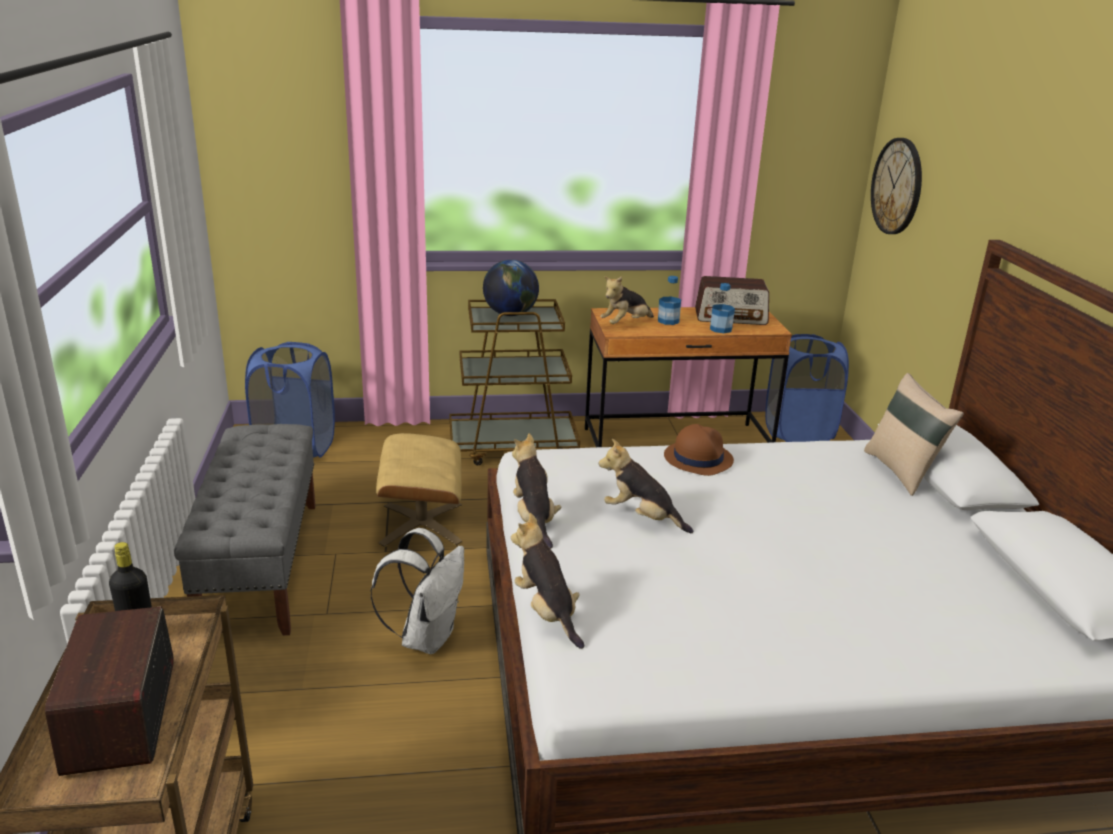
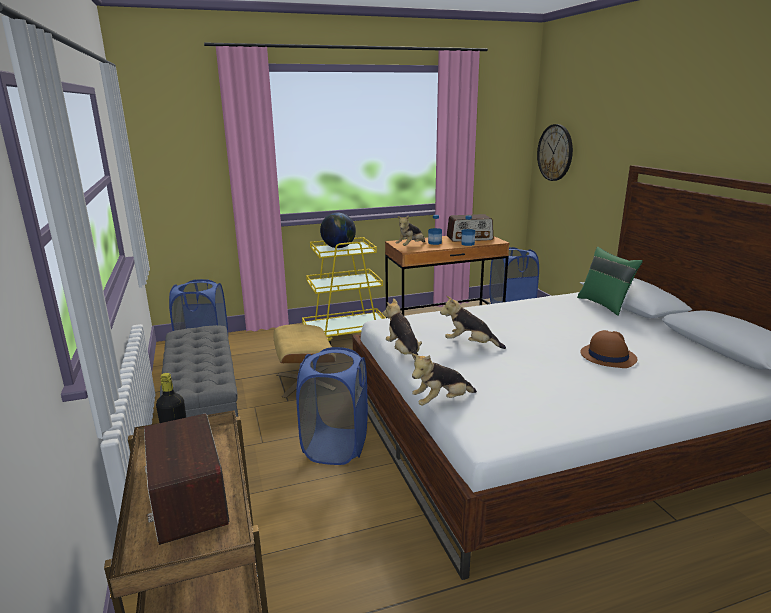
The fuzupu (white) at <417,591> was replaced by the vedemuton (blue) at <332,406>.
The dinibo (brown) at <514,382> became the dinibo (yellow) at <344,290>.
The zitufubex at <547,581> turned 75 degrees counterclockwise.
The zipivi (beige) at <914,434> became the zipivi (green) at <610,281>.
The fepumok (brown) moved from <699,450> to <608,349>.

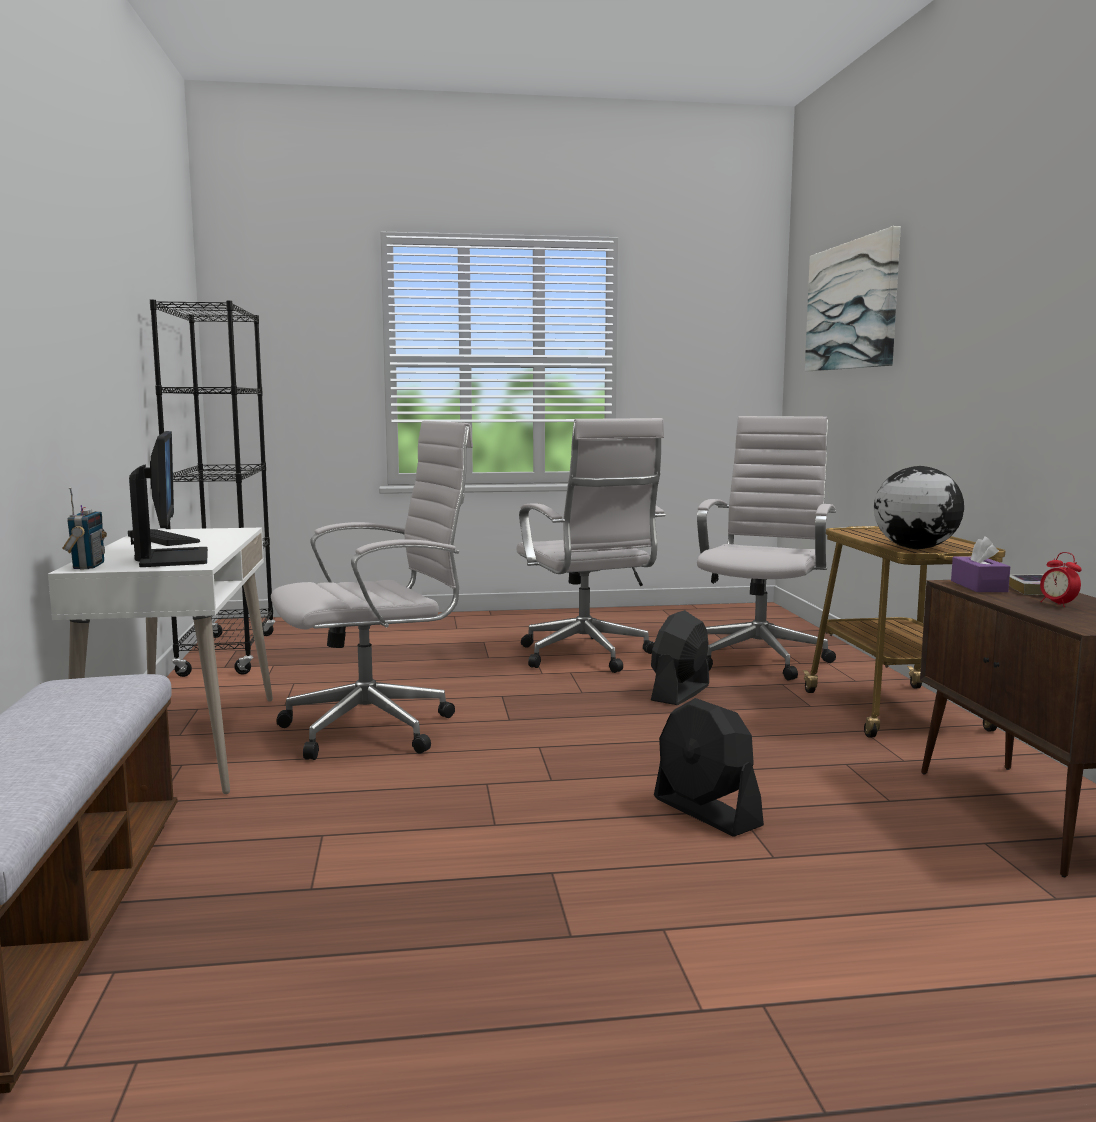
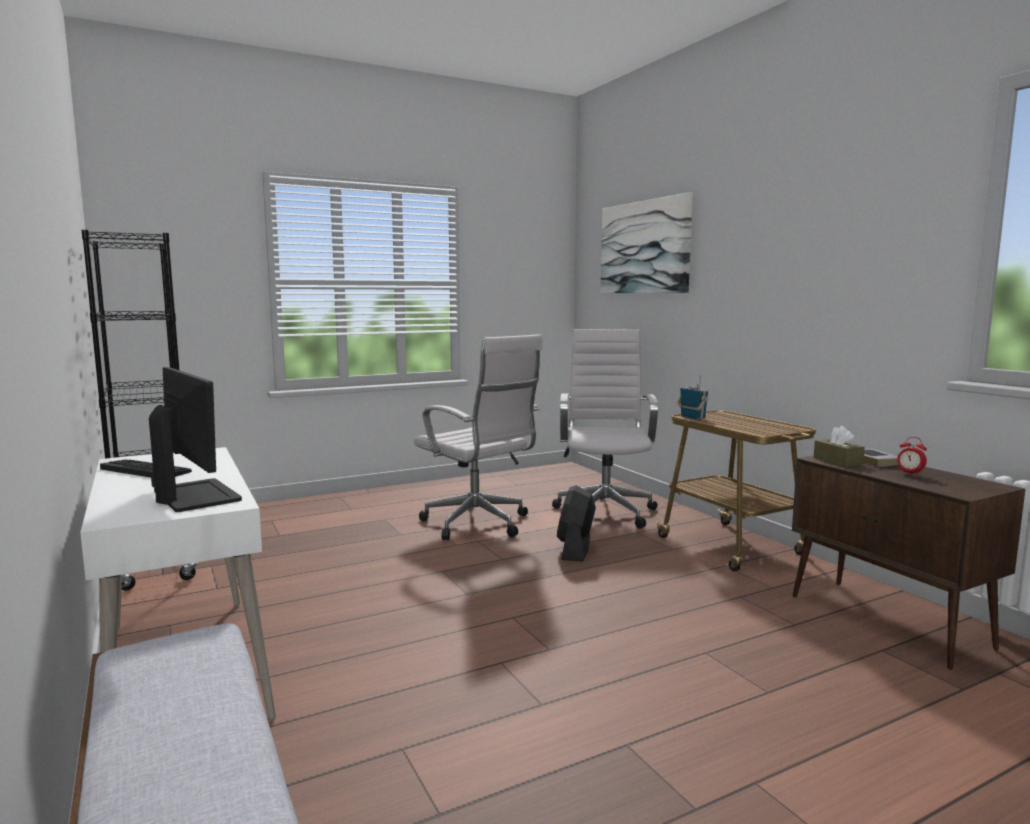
The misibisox moved from <84,528> to <692,397>.
The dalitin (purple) at <980,564> became the dalitin (brown) at <839,446>.
The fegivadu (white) at <372,590> disappeared.
The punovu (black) at <709,767> disappeared.
The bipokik at <919,507> disappeared.

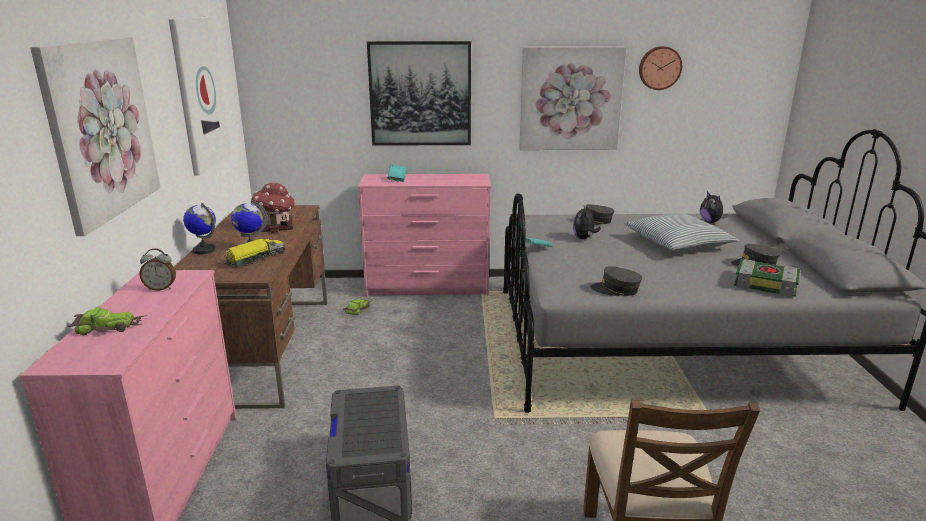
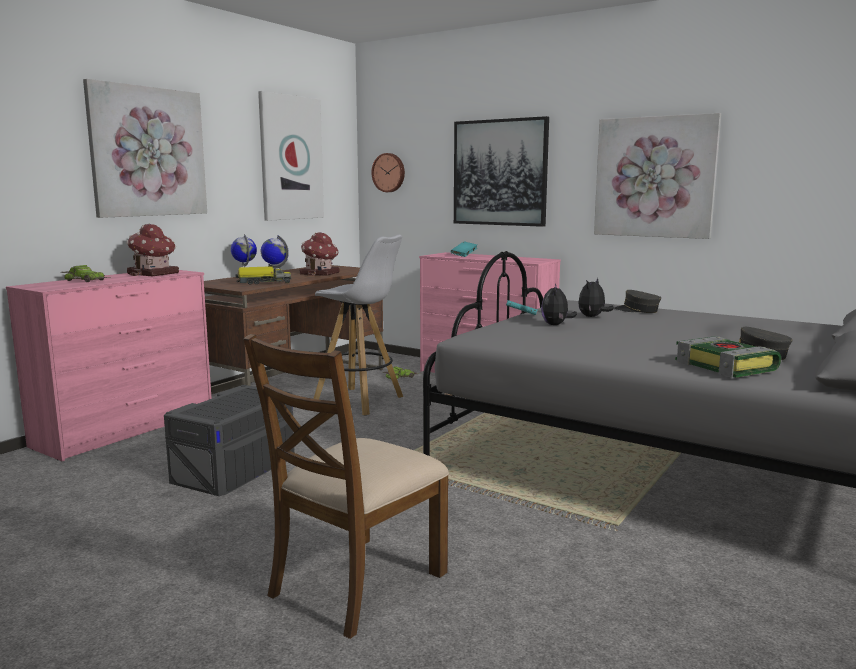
The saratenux at <158,269> was replaced by the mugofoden at <152,250>.
The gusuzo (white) at <358,325> appeared.
The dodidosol moved from <660,68> to <388,172>.
The zitufubex moved from <713,207> to <559,304>.
The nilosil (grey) at <616,281> disappeared.
The zipivi at <681,232> disappeared.

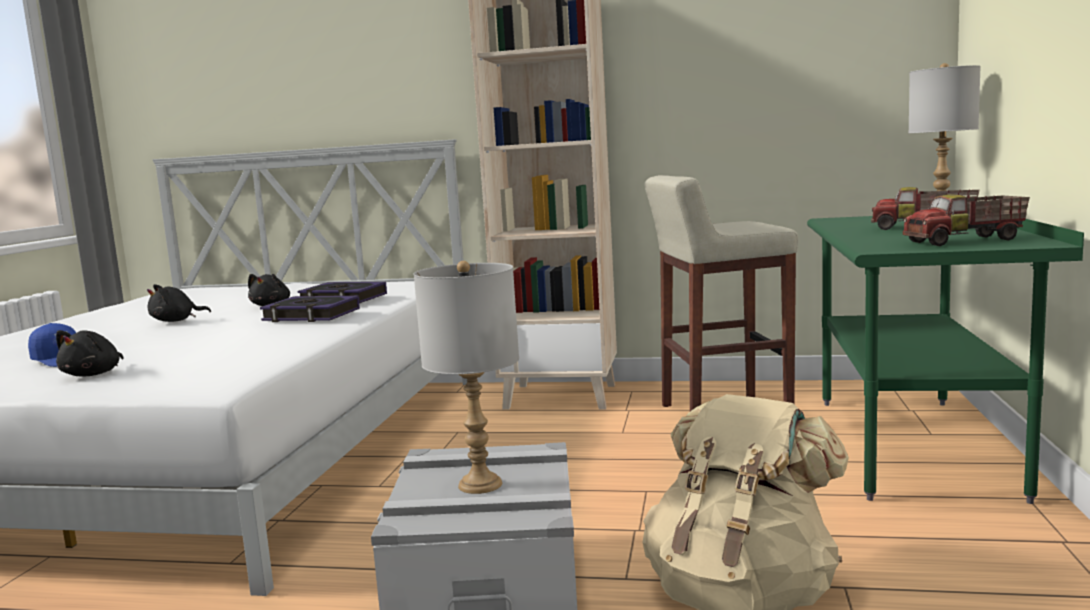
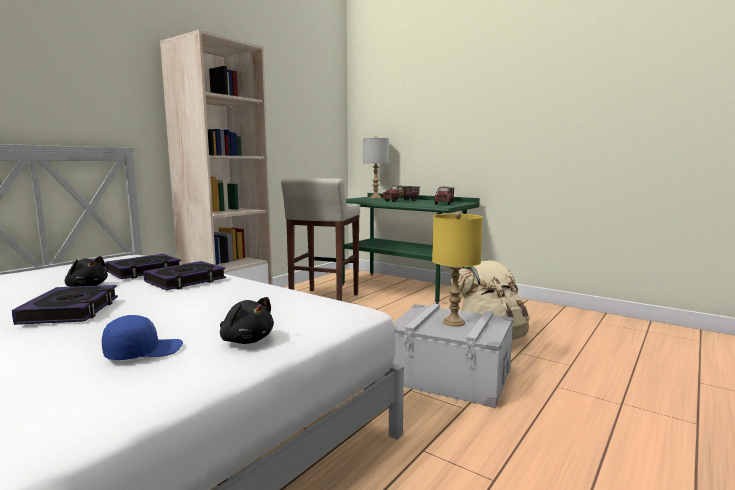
The zitufubex (black) at <179,303> was replaced by the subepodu at <65,305>.
The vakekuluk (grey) at <466,377> became the vakekuluk (yellow) at <457,269>.

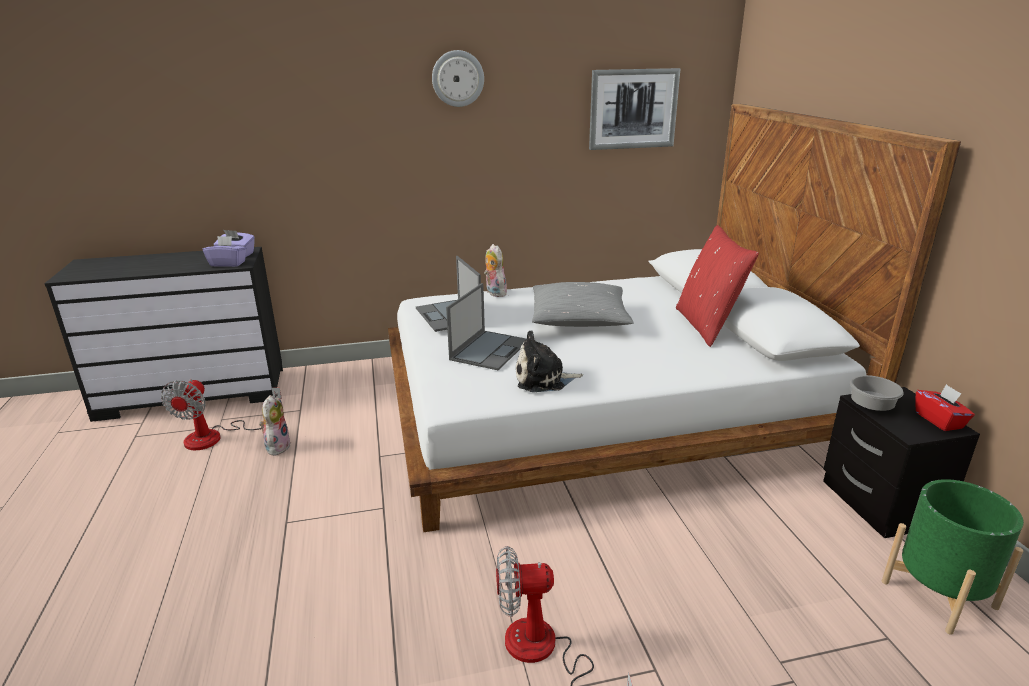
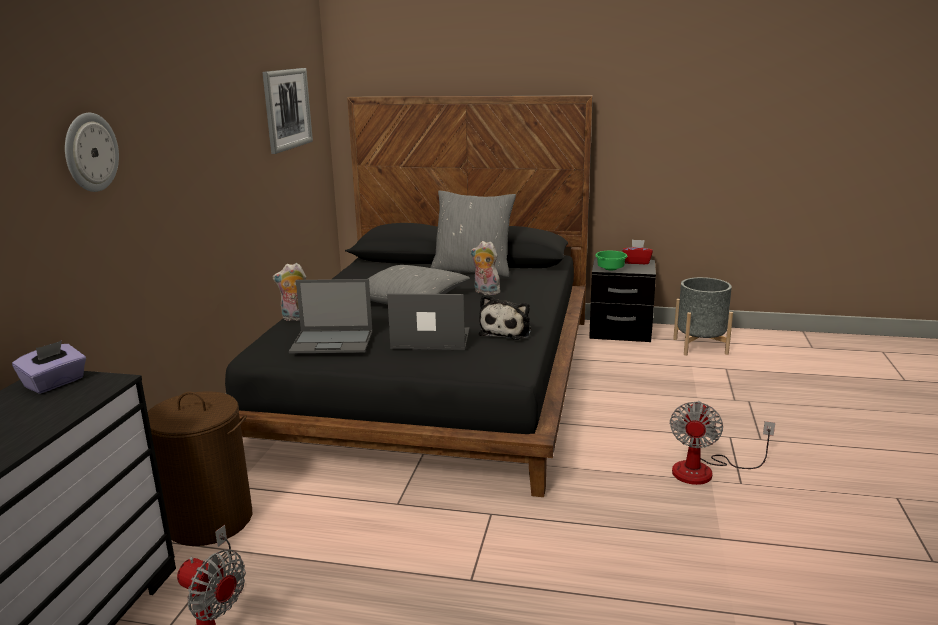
The dodidosol moved from <458,78> to <92,152>.
The vedemuton (brown) at <200,468> appeared.
The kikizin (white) at <674,318> became the kikizin (black) at <409,296>.
The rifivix at <486,326> turned 45 degrees counterclockwise.
The zipivi (red) at <717,286> became the zipivi (grey) at <473,233>.
The zitufubex moved from <275,425> to <486,268>.
The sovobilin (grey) at <876,393> became the sovobilin (green) at <611,260>.
The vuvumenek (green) at <953,557> became the vuvumenek (grey) at <703,316>.
The dalitin (purple) at <225,251> disappeared.

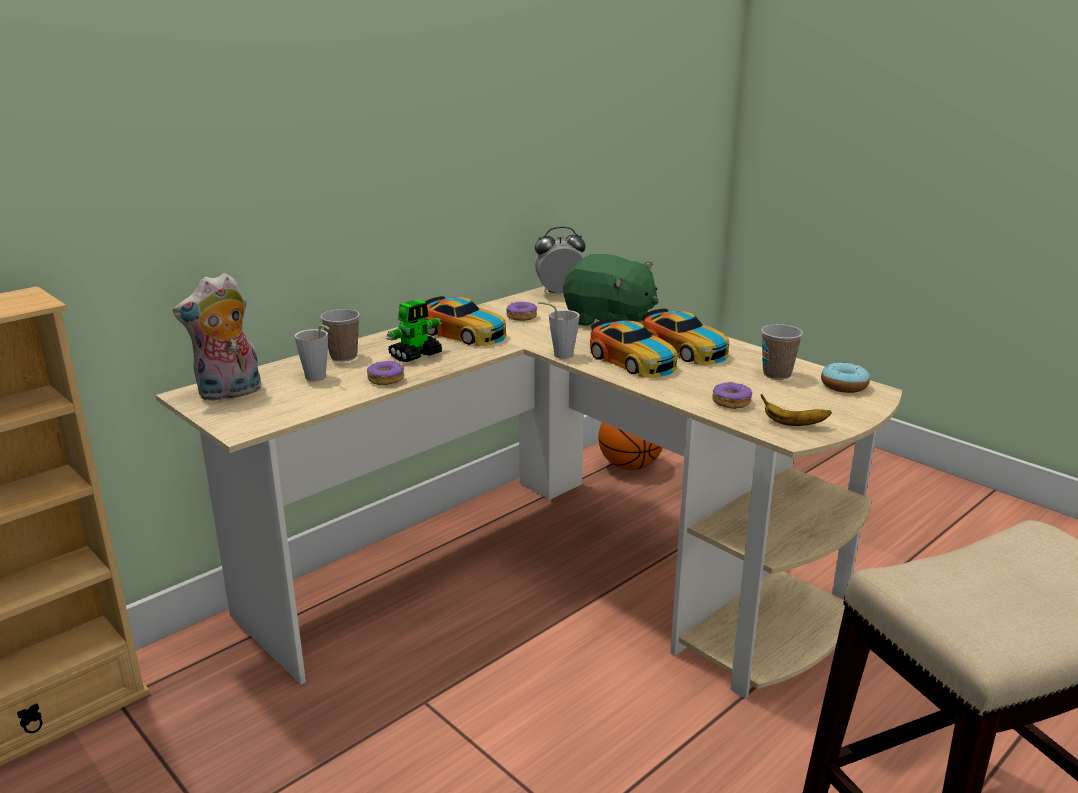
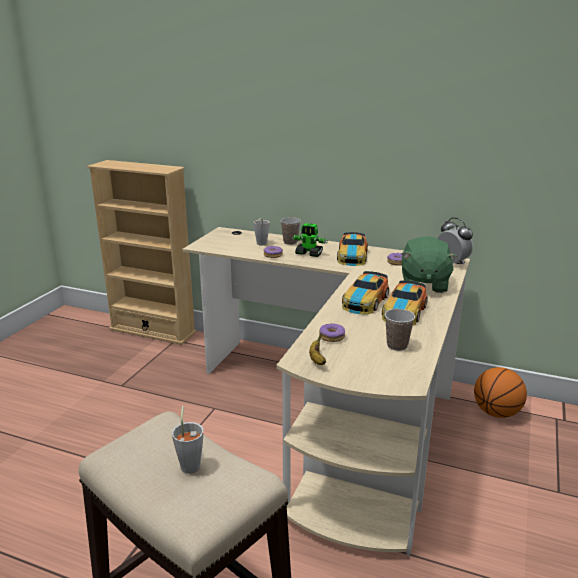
The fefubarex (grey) moved from <559,330> to <188,440>.
The zitufubex at <217,337> disappeared.
The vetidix at <845,377> disappeared.

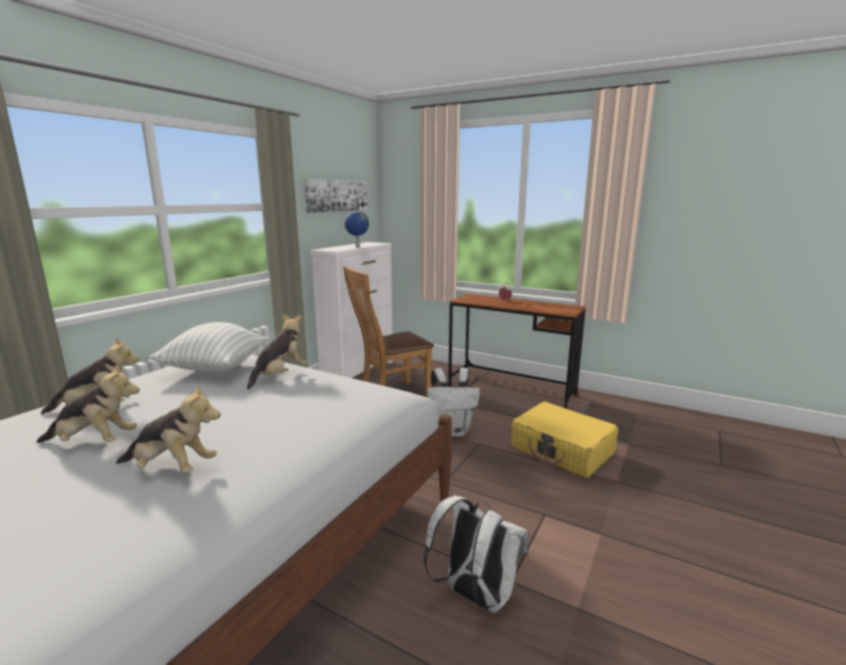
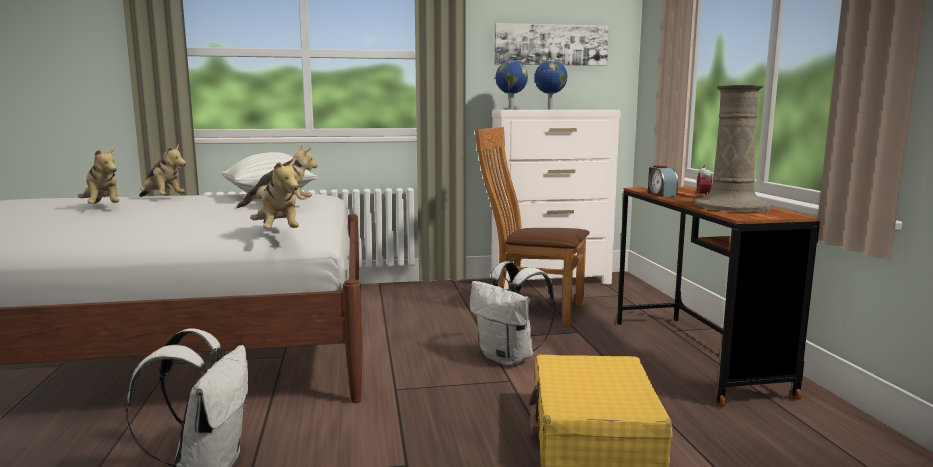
The zitufubex moved from <168,428> to <274,193>.
The bipokik at <511,85> appeared.
The saratenux at <663,181> appeared.
The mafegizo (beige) at <732,148> appeared.

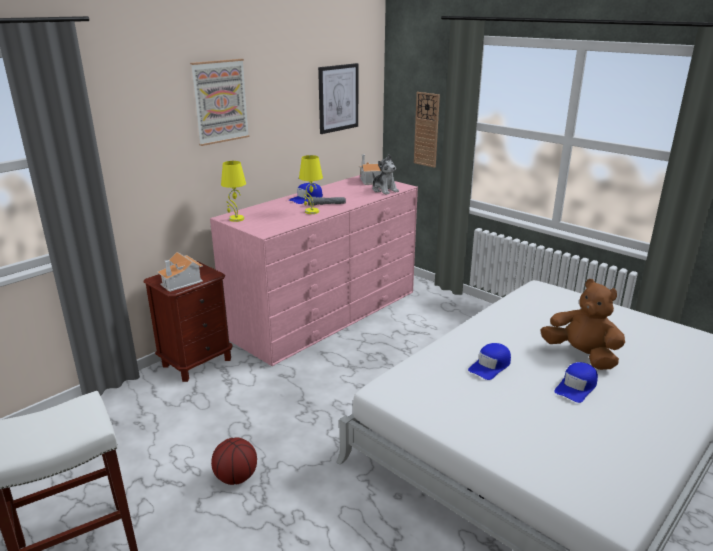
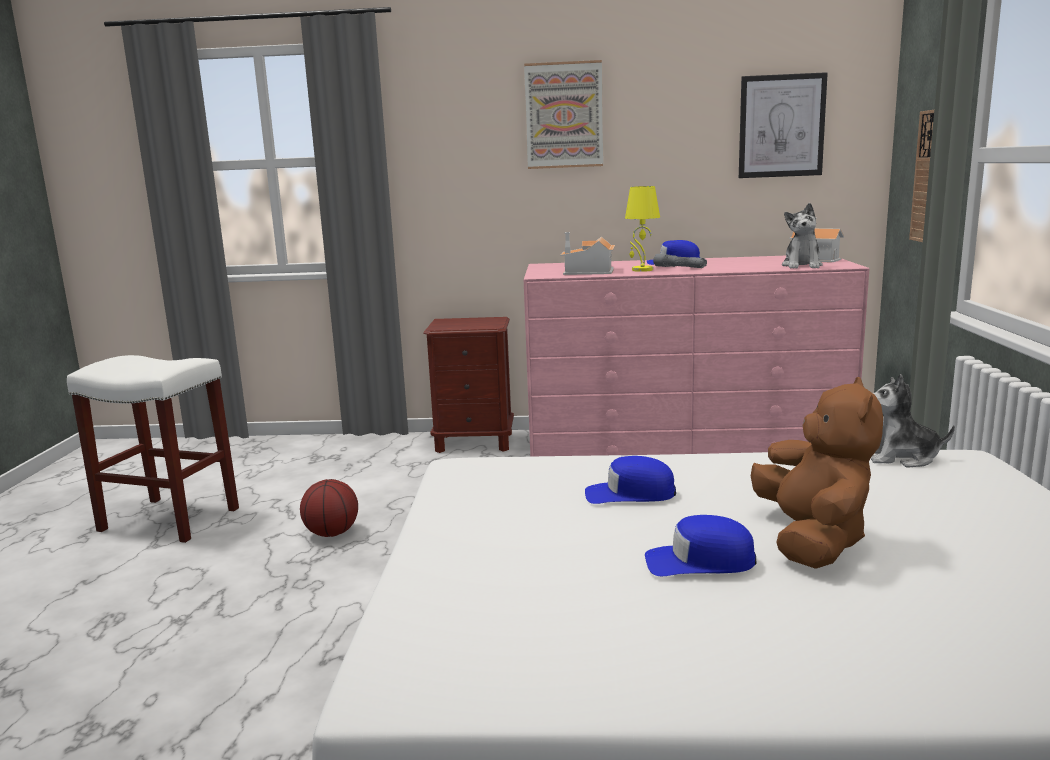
The mugofoden moved from <180,272> to <587,253>.
The zitufubex at <913,420> appeared.
The vakekuluk (yellow) at <233,191> disappeared.

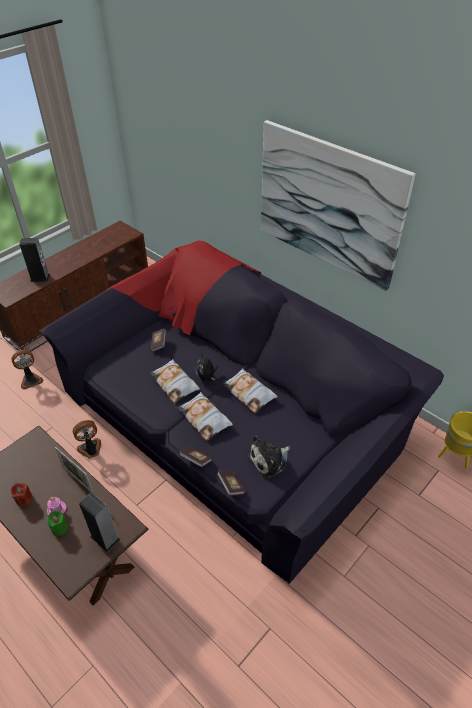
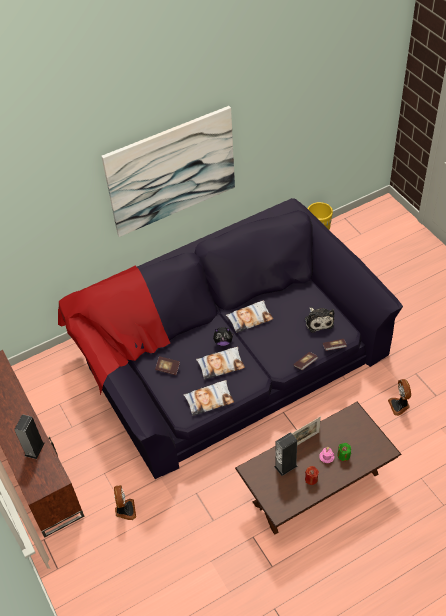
The zipivi moved from <205,416> to <208,398>.
The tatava moved from <99,522> to <286,454>.
The punovu moved from <86,439> to <399,397>.

